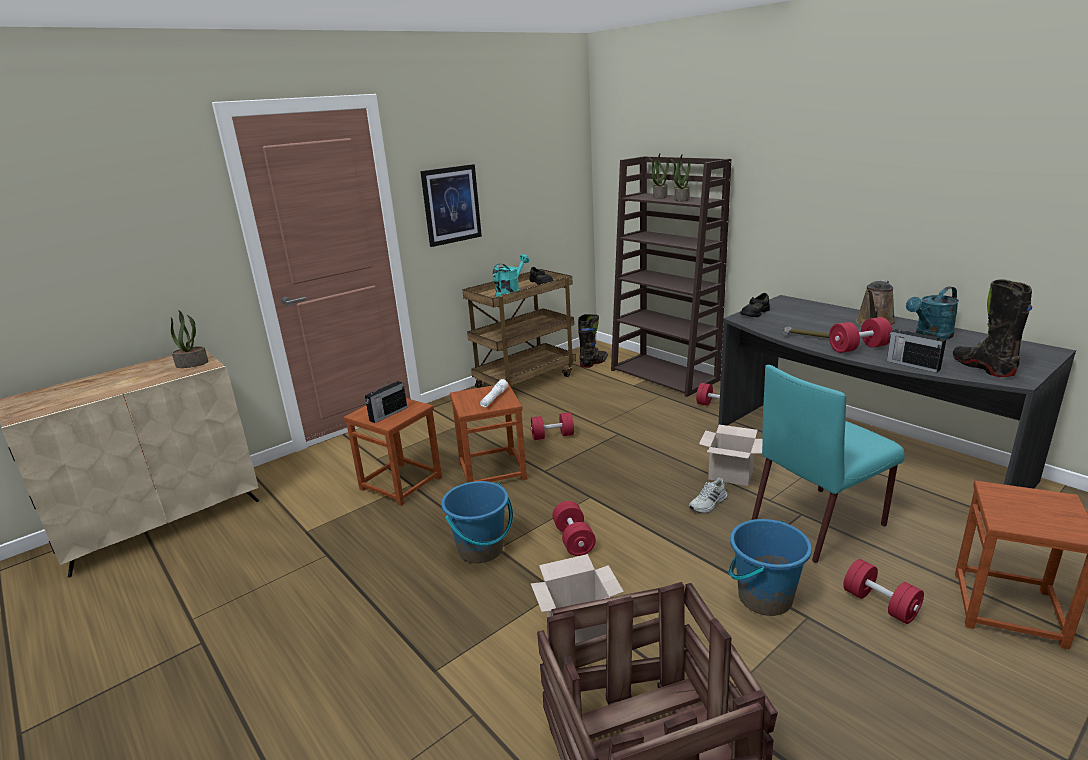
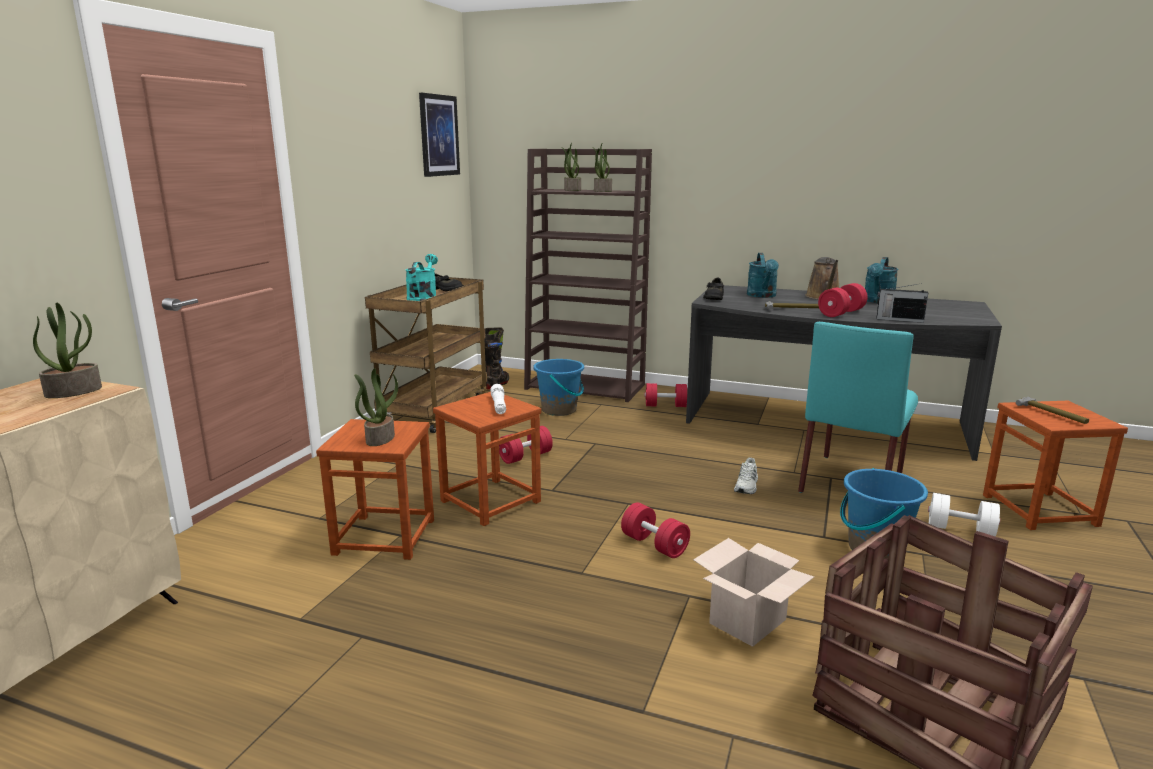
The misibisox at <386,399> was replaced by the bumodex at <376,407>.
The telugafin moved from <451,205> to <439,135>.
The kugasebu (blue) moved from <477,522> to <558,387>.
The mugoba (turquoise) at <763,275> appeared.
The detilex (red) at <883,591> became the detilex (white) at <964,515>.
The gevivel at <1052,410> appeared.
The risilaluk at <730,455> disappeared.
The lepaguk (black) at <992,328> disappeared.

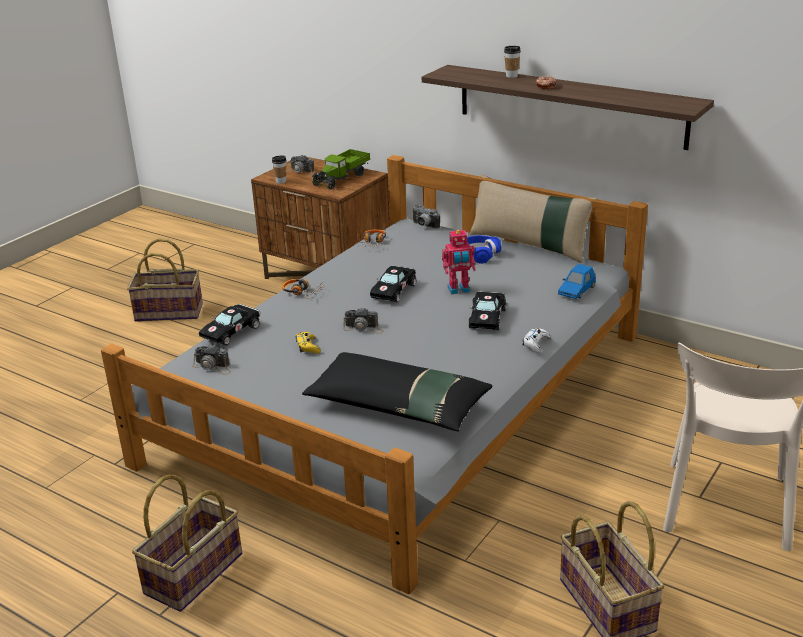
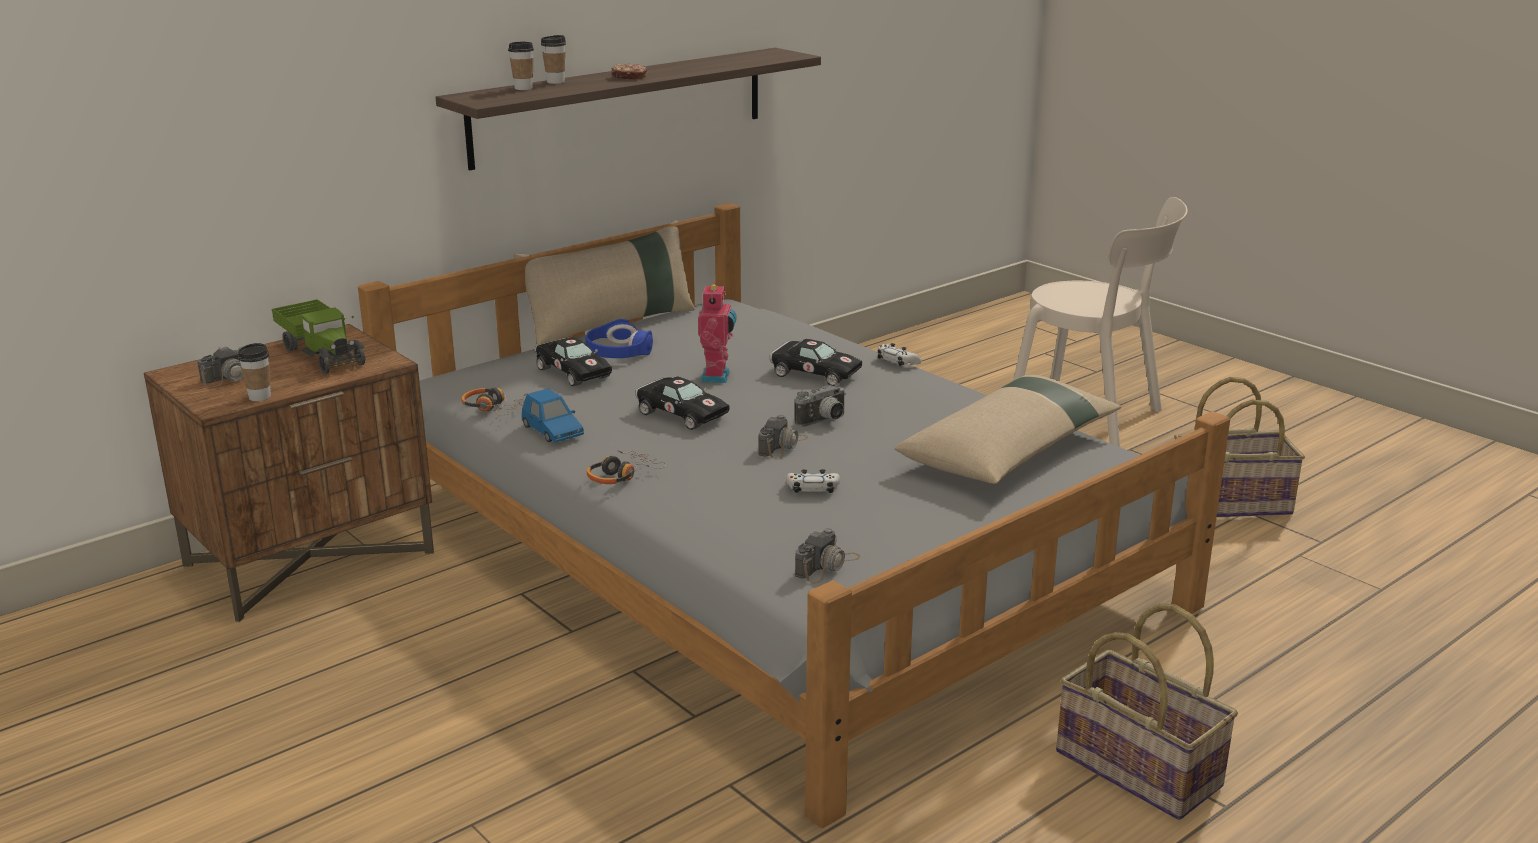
The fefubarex at <521,66> appeared.
The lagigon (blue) moved from <577,281> to <553,415>.
The lagigon (black) moved from <229,324> to <573,361>.
The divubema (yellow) at <308,343> became the divubema (white) at <813,481>.
The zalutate moved from <426,216> to <820,405>.
The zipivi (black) at <397,391> became the zipivi (beige) at <1008,429>.
The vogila at <165,280> disappeared.

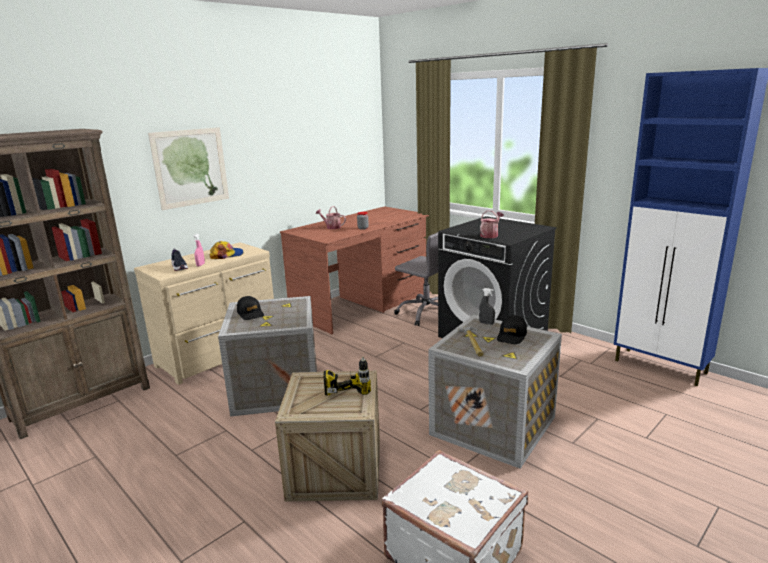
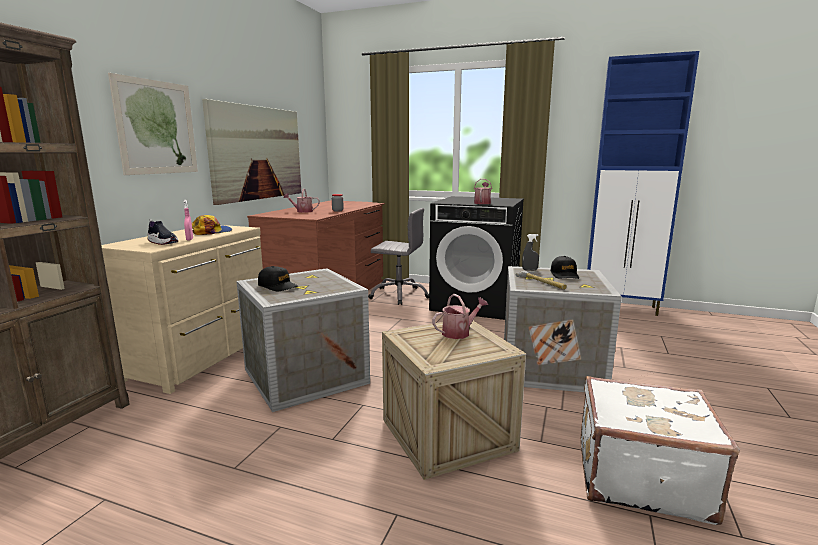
The telugafin at <251,152> appeared.
The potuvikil at <347,376> was replaced by the mugoba at <460,316>.

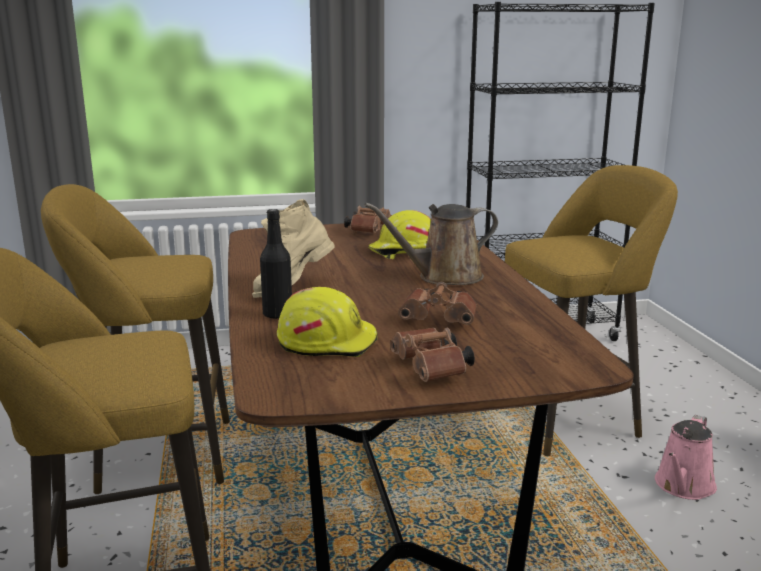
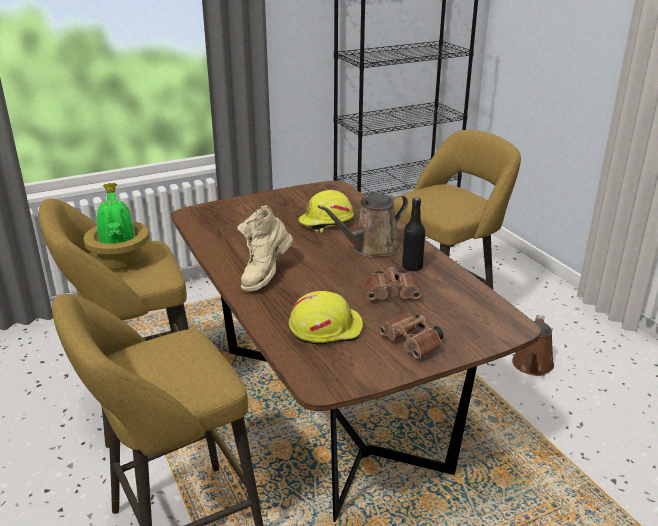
The bumodex at <116,226> appeared.
The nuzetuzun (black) moved from <276,264> to <413,234>.
The mugoba (pink) at <686,457> became the mugoba (brown) at <533,345>.
The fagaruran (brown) at <368,219> disappeared.

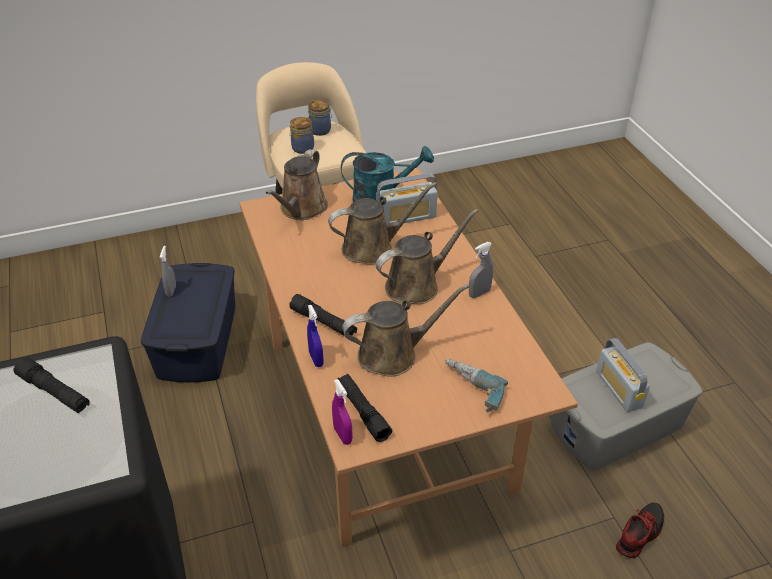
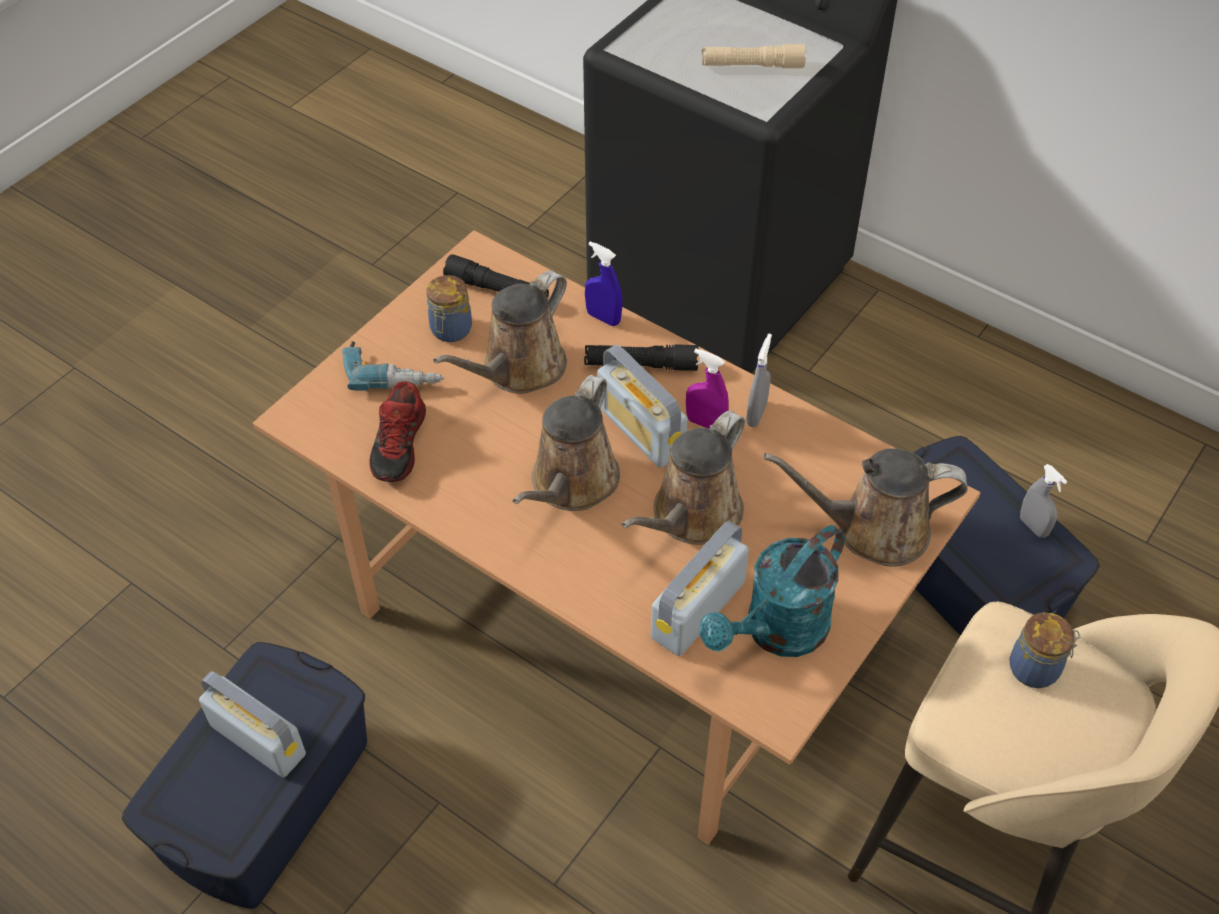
The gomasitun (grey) at <627,406> became the gomasitun (blue) at <244,775>.
The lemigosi moved from <640,530> to <398,431>.
The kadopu moved from <320,118> to <449,308>.
The misibisox at <642,406> appeared.
The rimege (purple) moved from <342,412> to <707,388>.
The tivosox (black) at <51,385> became the tivosox (beige) at <754,56>.
The rimege (grey) moved from <481,270> to <759,380>.
The mugoba (brown) at <297,184> turned 75 degrees counterclockwise.

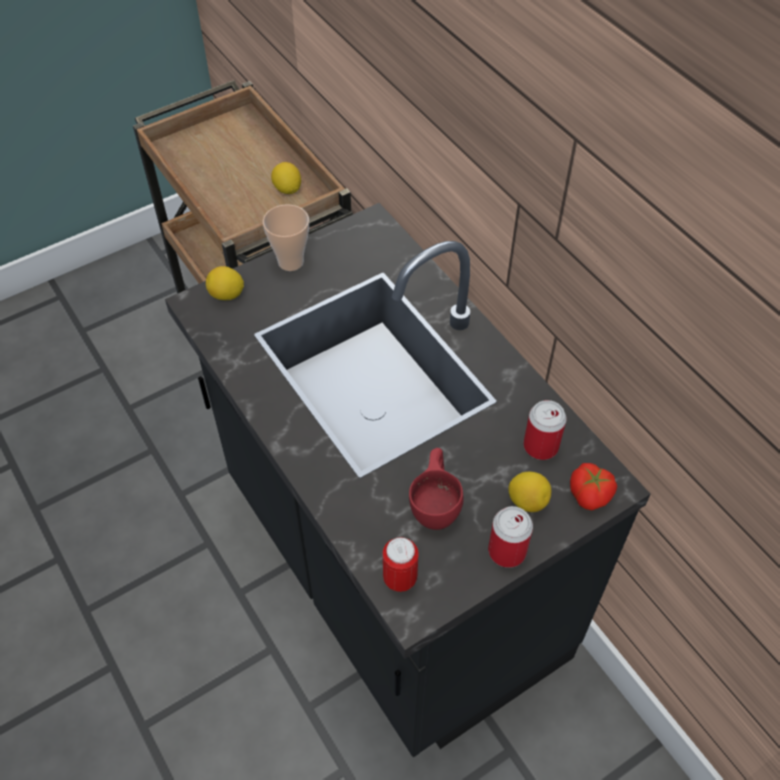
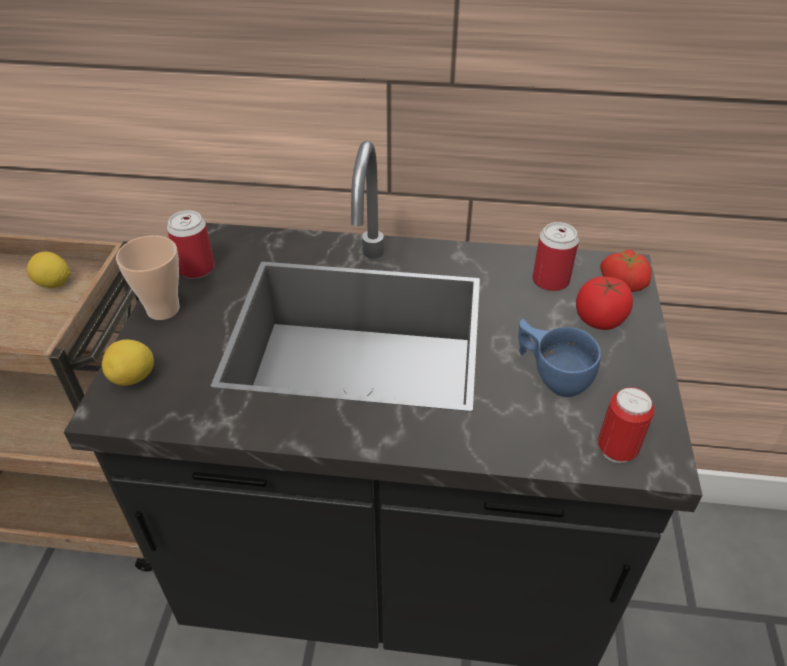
The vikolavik moved from <510,537> to <191,244>.
The fefubarex (red) at <436,489> became the fefubarex (blue) at <559,358>.
The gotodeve at <529,492> was replaced by the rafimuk at <604,303>.

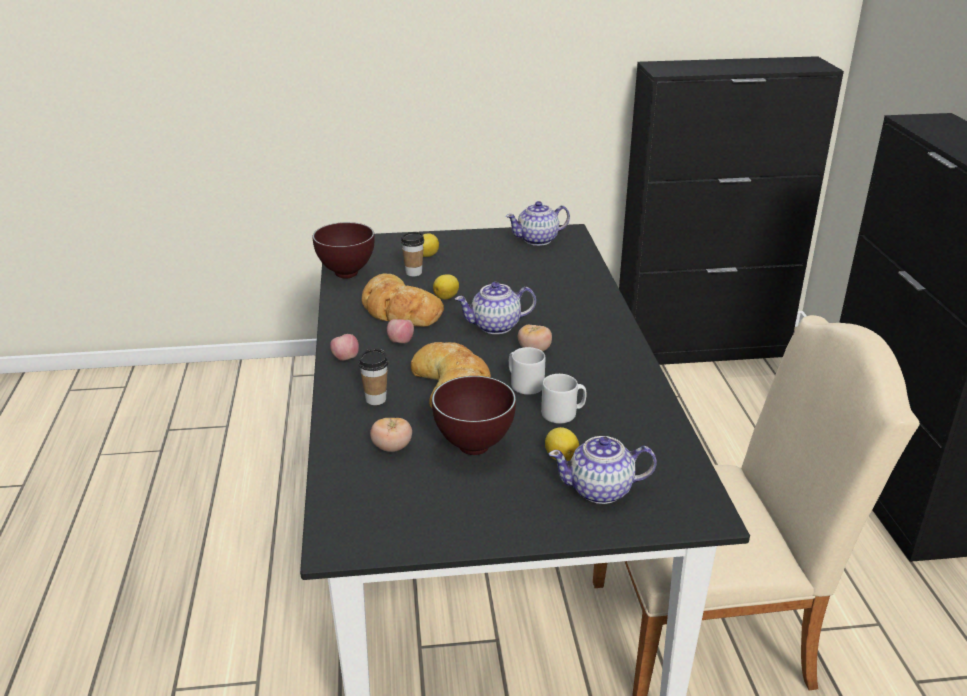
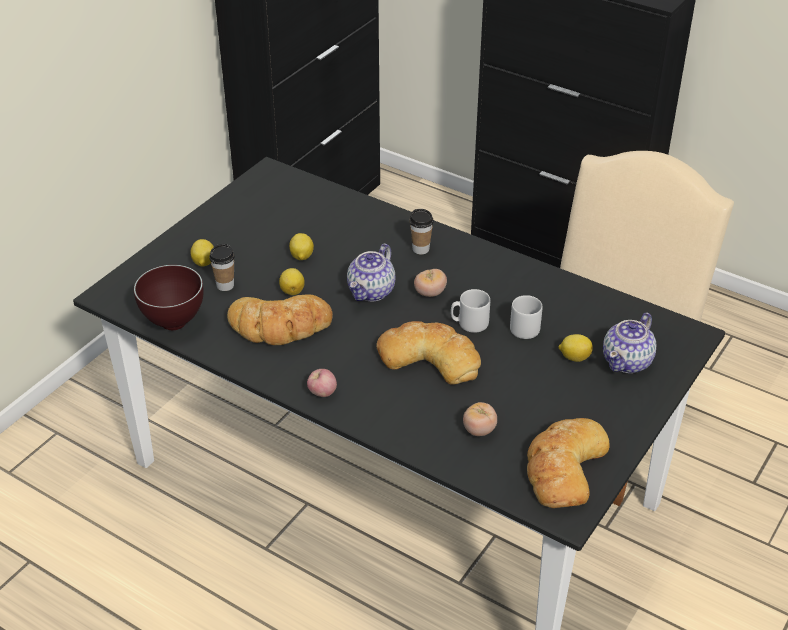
The gotodeve at <301,246> appeared.
The fefubarex moved from <373,377> to <421,231>.
The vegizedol at <568,463> appeared.
The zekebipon at <400,331> disappeared.
The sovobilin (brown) at <474,415> disappeared.
The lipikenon at <538,223> disappeared.

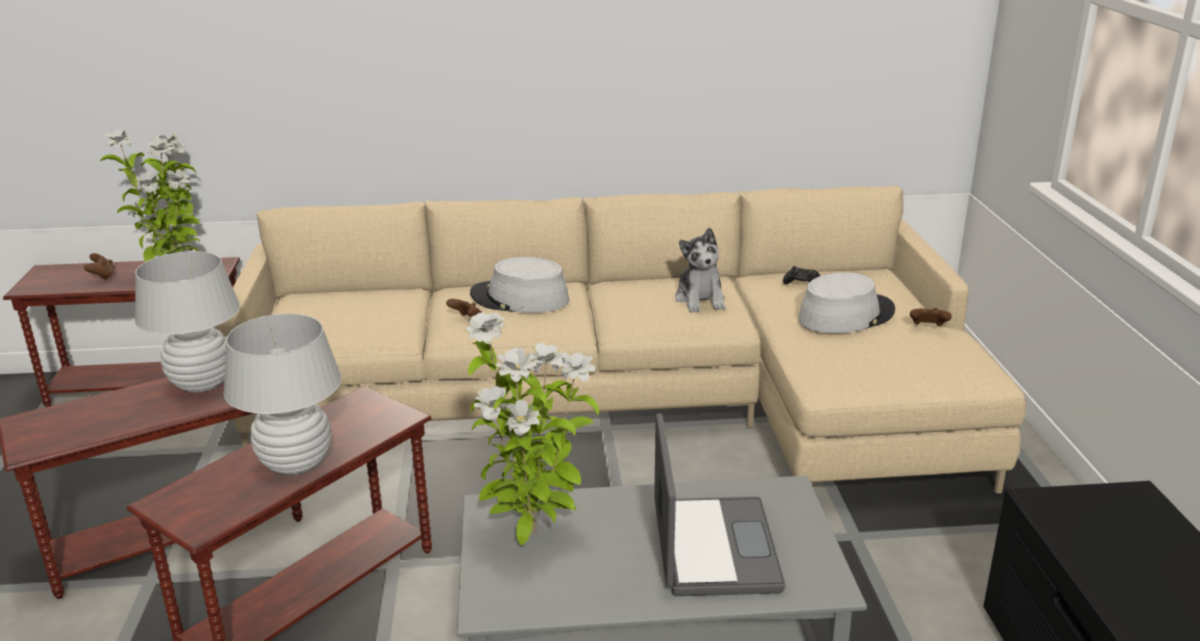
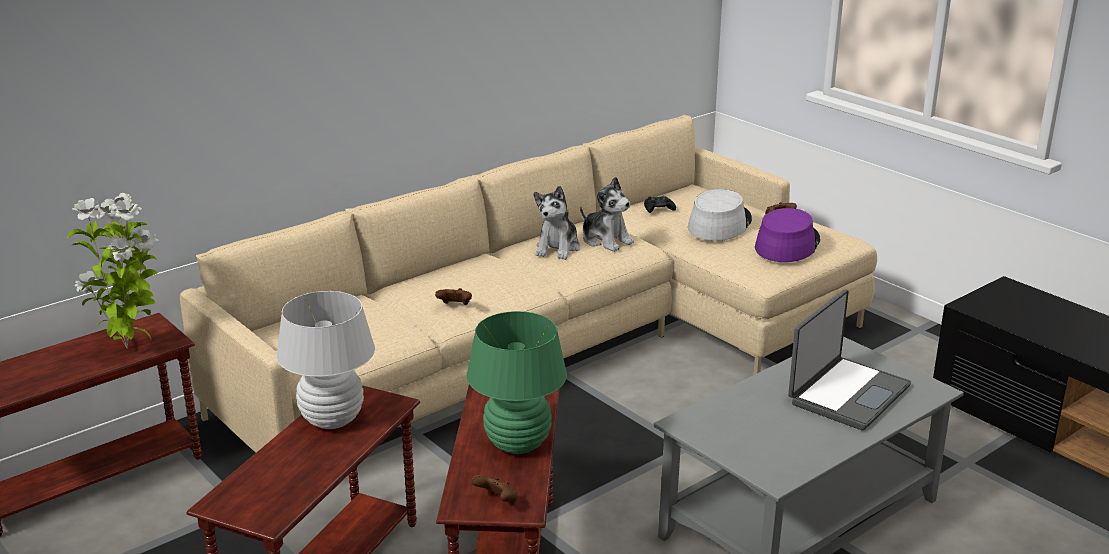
The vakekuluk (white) at <282,394> became the vakekuluk (green) at <517,382>.
The divubema (brown) moved from <99,266> to <494,489>.
The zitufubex at <557,223> appeared.
The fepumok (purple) at <787,235> appeared.
The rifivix at <720,504> turned 75 degrees clockwise.
The bumodex at <532,429> disappeared.
The fepumok (grey) at <519,285> disappeared.

